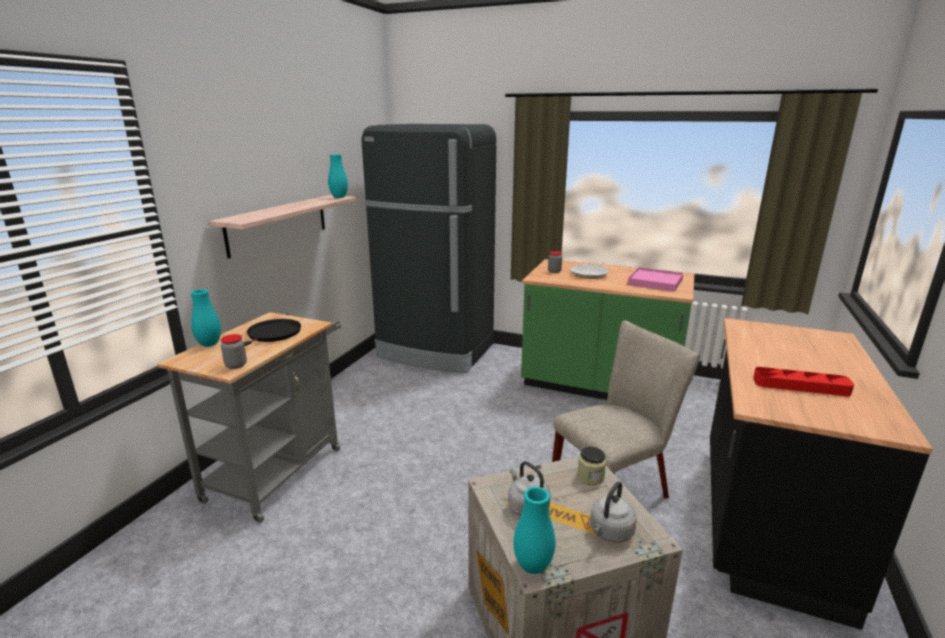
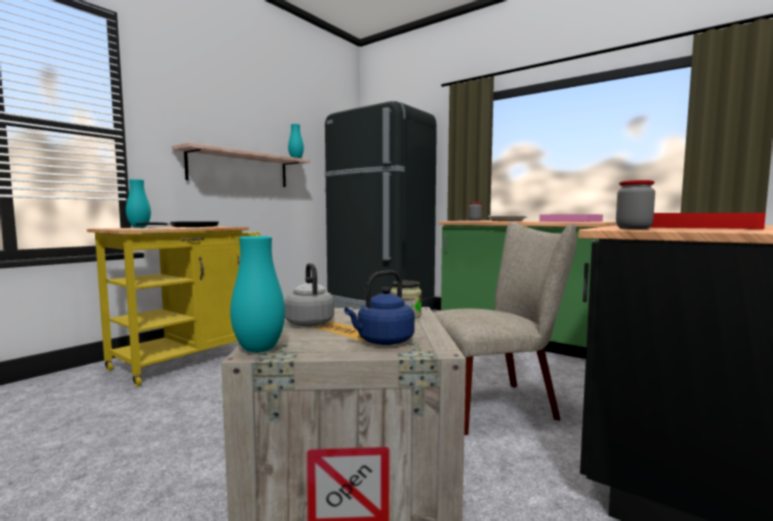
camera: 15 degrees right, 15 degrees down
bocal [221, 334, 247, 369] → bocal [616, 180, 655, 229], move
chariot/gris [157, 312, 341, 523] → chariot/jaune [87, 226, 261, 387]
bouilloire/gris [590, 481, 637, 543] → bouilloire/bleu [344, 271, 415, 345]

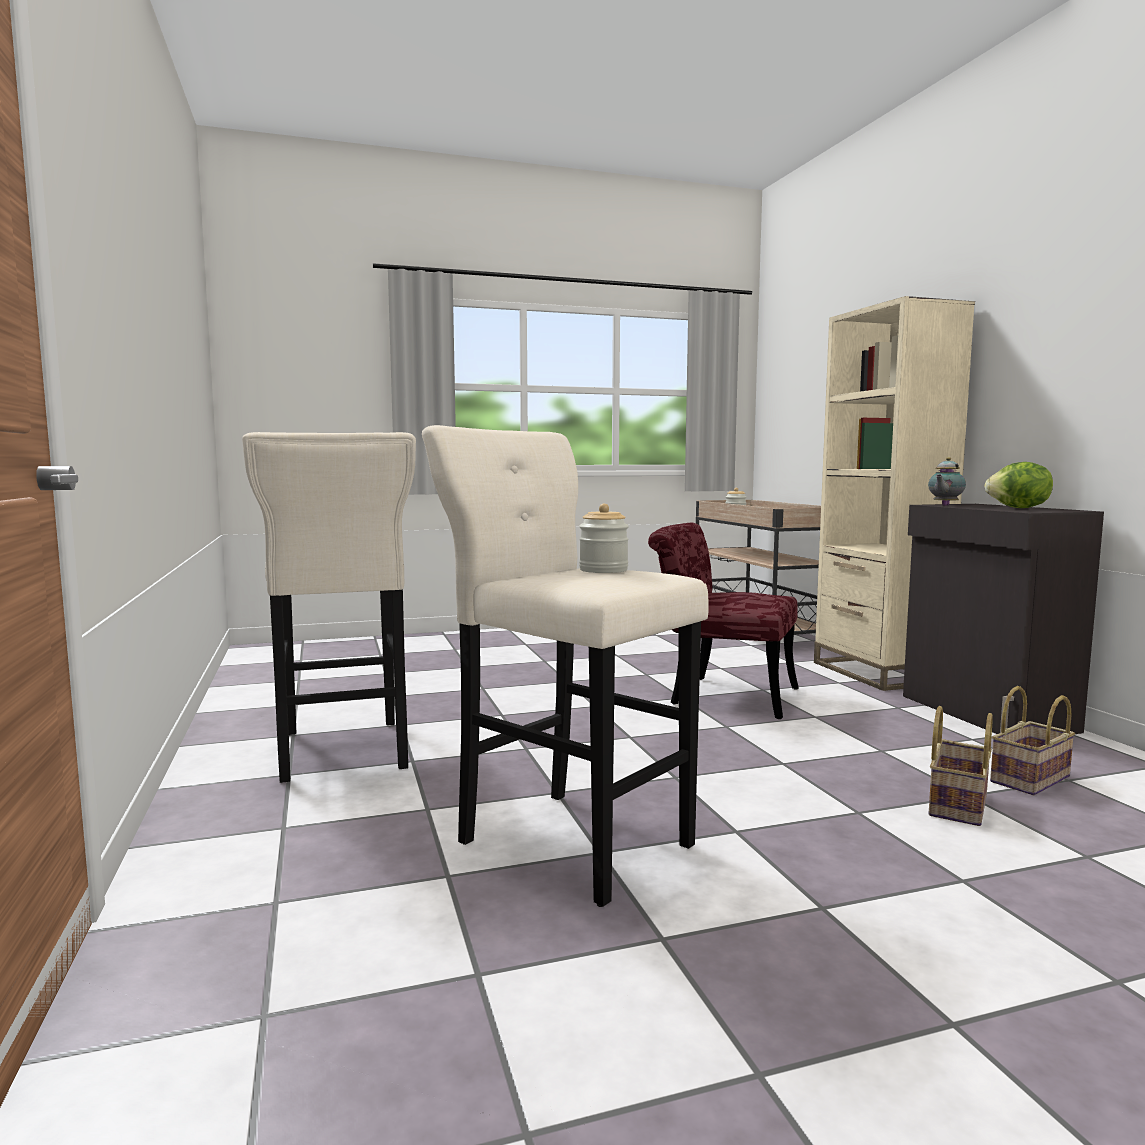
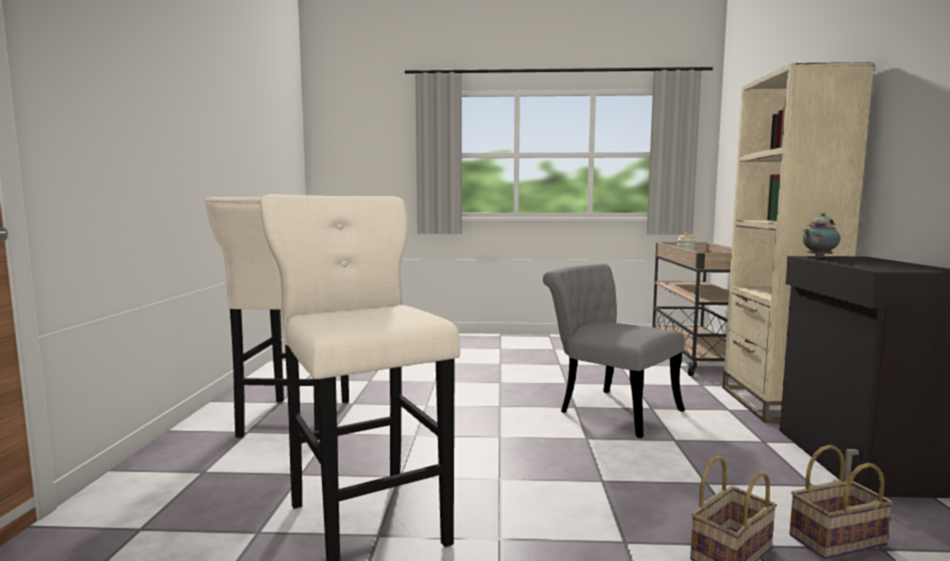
camera: 20 degrees right, 0 degrees up
bocal [579, 504, 629, 573] → -
laitue [984, 462, 1053, 508] → -
chaise/rouge [648, 523, 799, 719] → chaise/gris [543, 263, 685, 438]

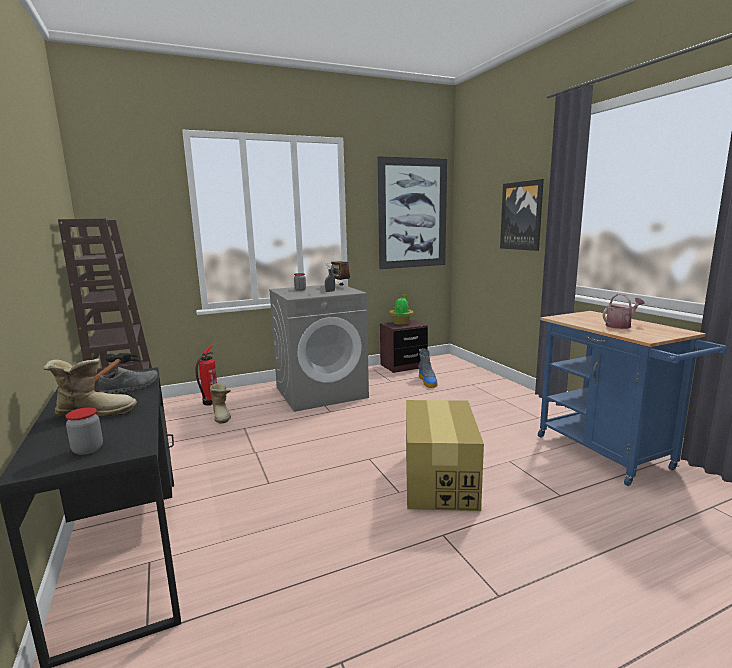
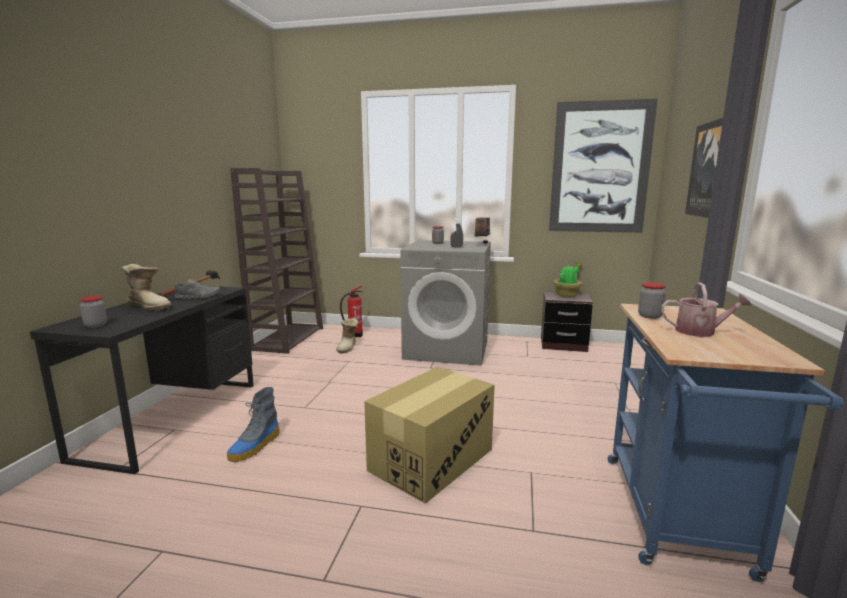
camera: 35 degrees right, 0 degrees up
- → bocal [638, 283, 666, 319]
botte [418, 349, 437, 388] → botte [227, 387, 280, 462], move

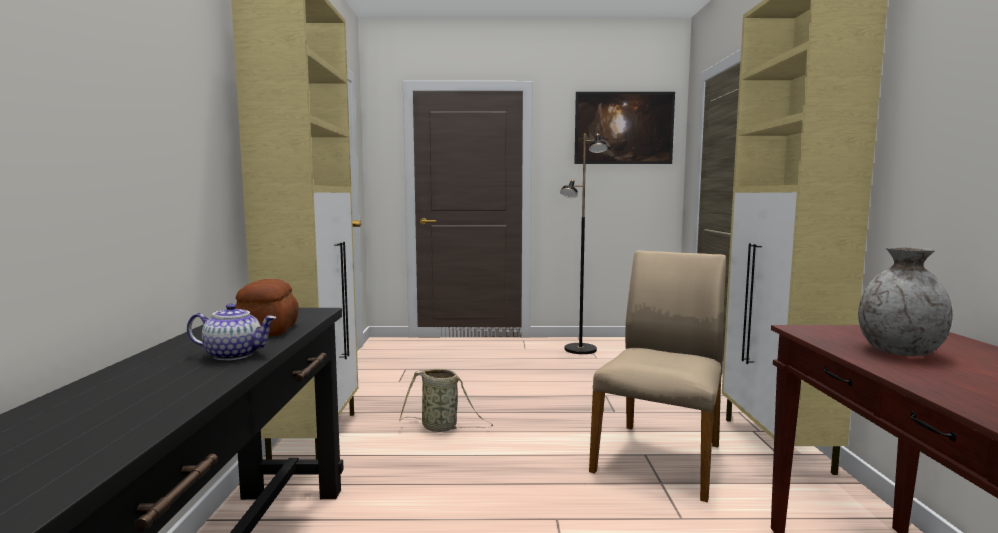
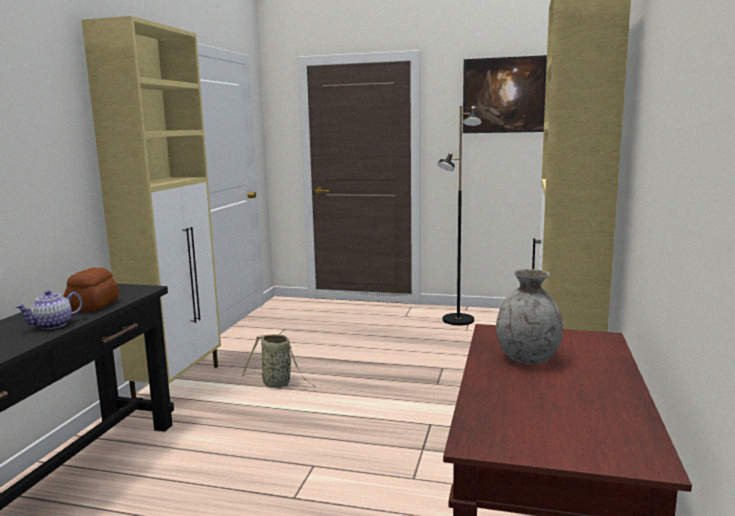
camera: 15 degrees right, 5 degrees up
chaise/beige [589, 250, 726, 502] → -
théière [187, 303, 276, 361] → théière [15, 290, 83, 329], 120 degrees clockwise

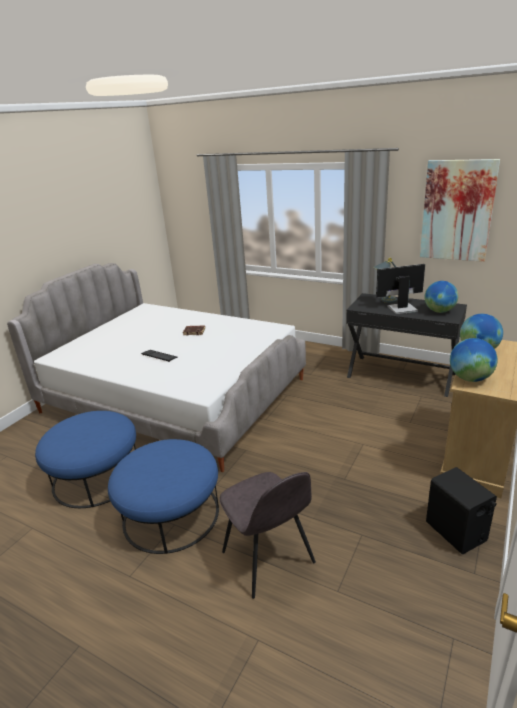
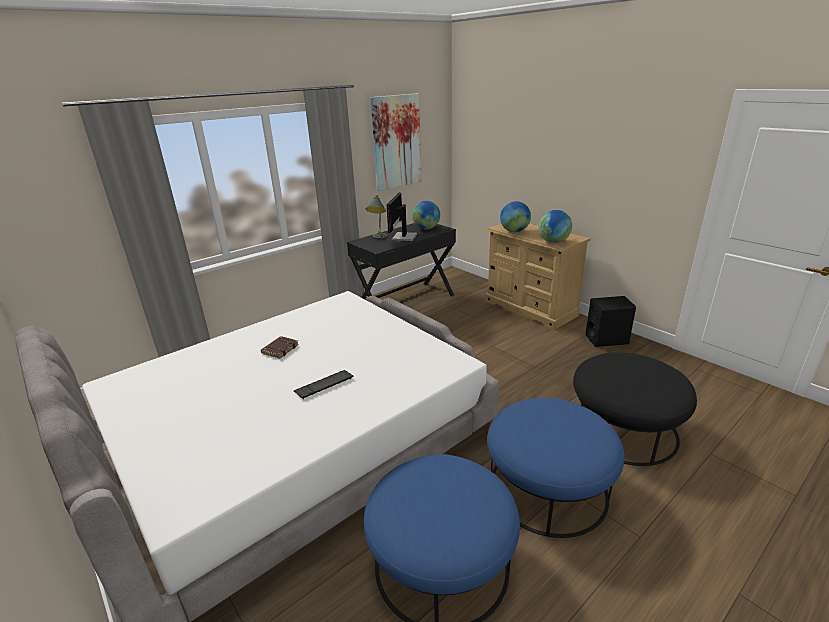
camera: 70 degrees left, 0 degrees up
chaise/gris [220, 472, 316, 599] → pouf/noir [573, 352, 697, 466]

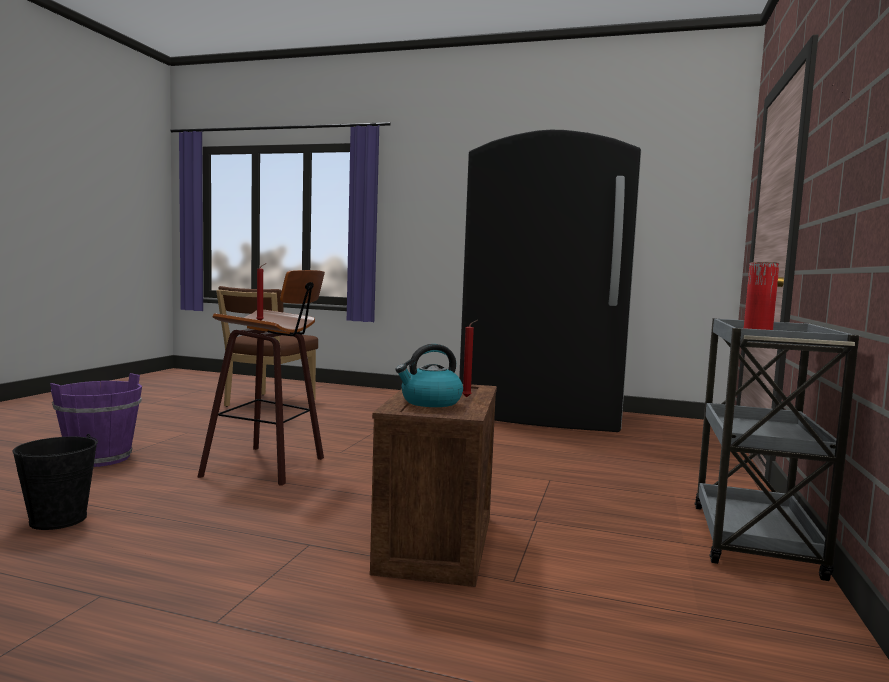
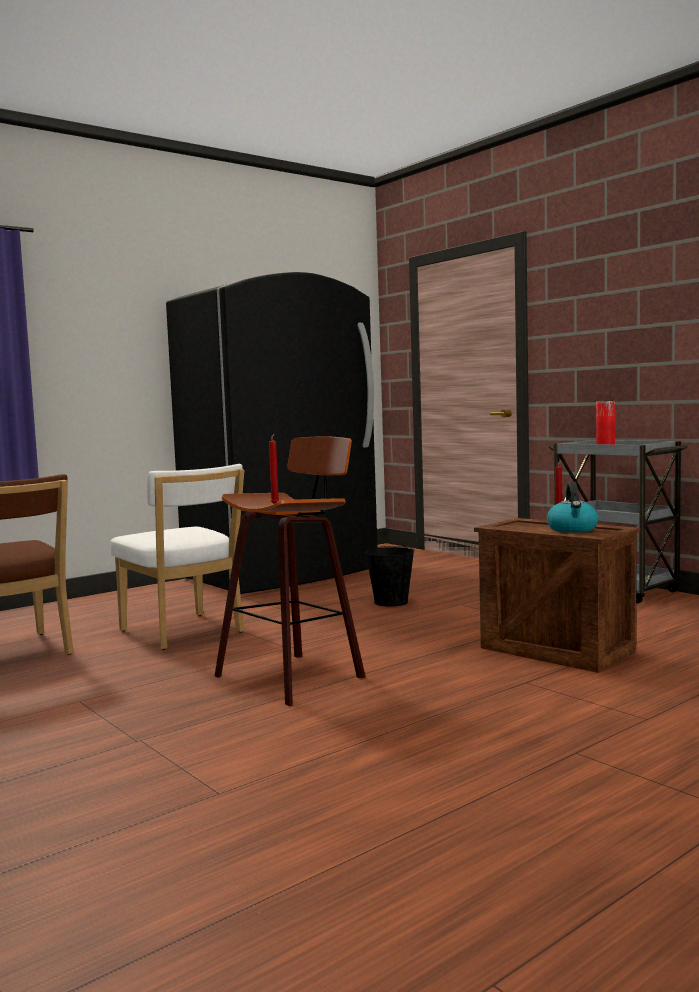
camera: 55 degrees left, 0 degrees up
seau/violet [50, 373, 142, 467] → -
- → chaise/blanc [110, 464, 244, 650]
seau/noir [12, 434, 98, 530] → seau/noir [365, 546, 414, 606], move

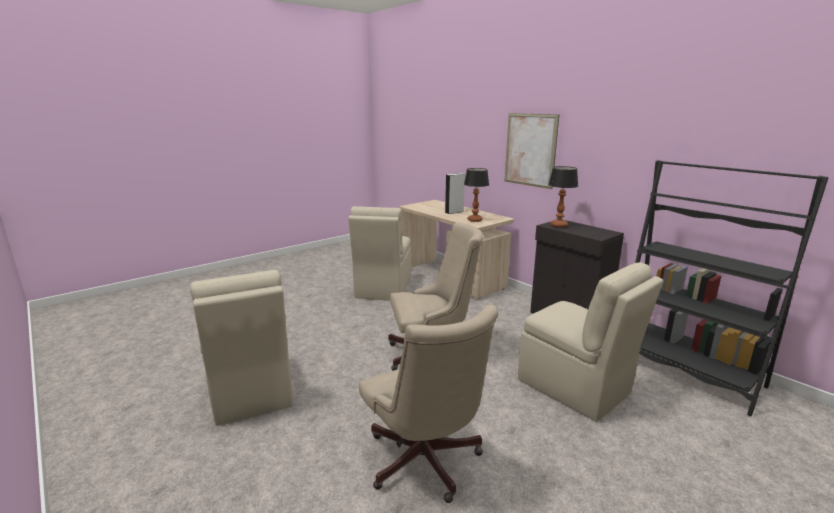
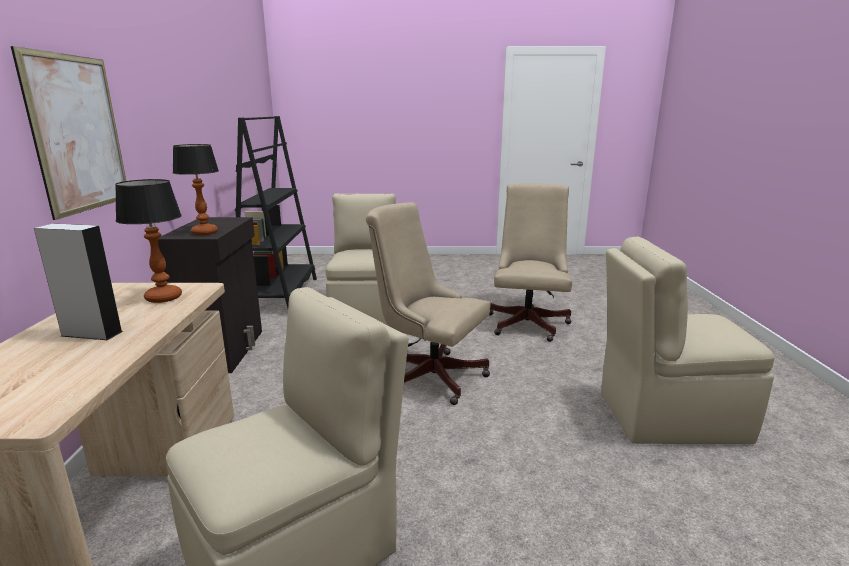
camera: 140 degrees left, 0 degrees up
chaise/beige [190, 270, 293, 426] → chaise/beige [601, 237, 775, 444], 105 degrees counterclockwise

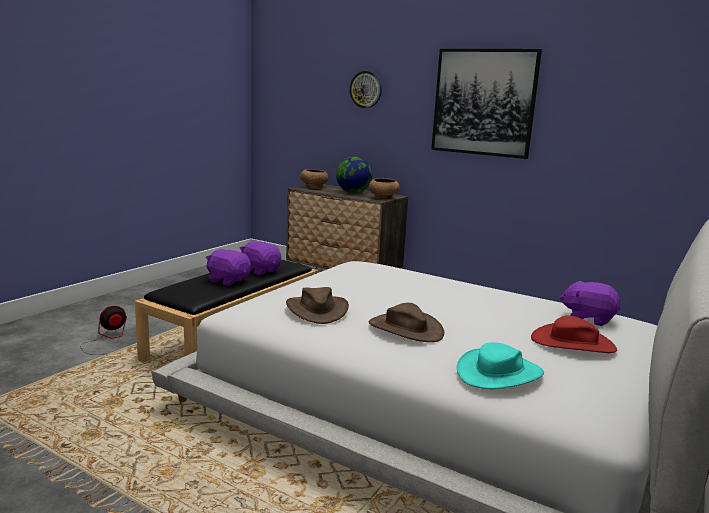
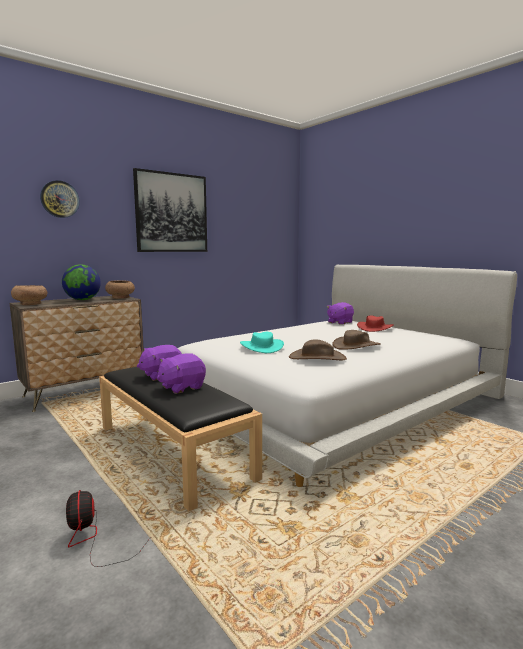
camera: 70 degrees left, 5 degrees down
chapeau/turquoise [457, 342, 544, 389] → chapeau/turquoise [240, 332, 284, 353], move

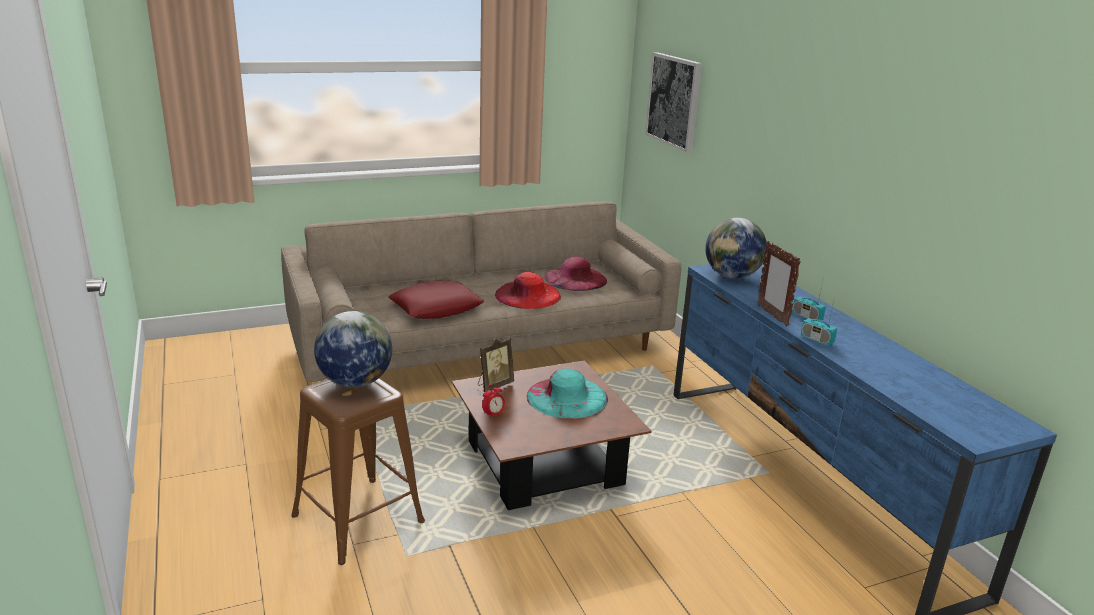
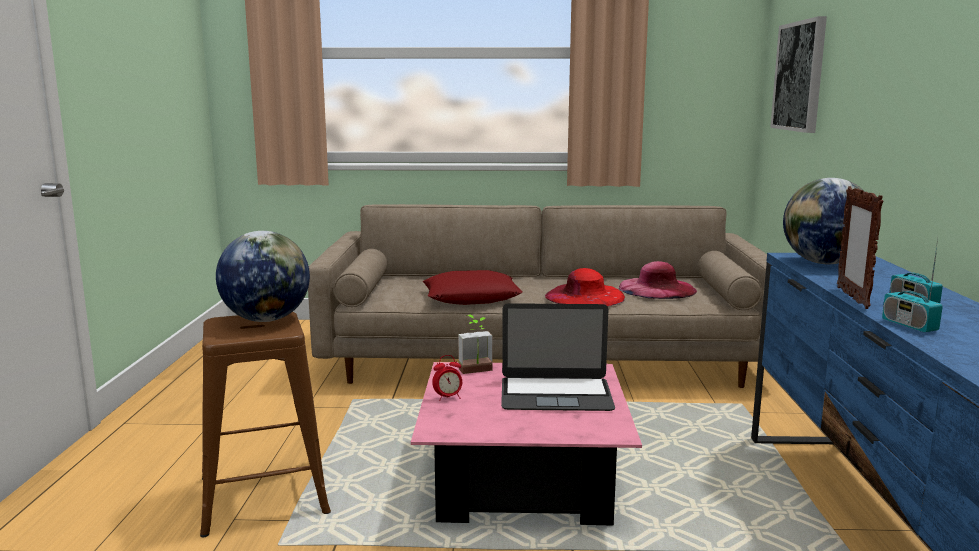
camera: 25 degrees right, 10 degrees down
cadre photo [478, 338, 514, 392] → plante en pot [458, 315, 493, 374]
chapeau/turquoise [527, 368, 608, 419] → ordinateur portable [501, 303, 615, 411]
table basse/marron [452, 360, 652, 510] → table basse/rose [411, 362, 642, 525]

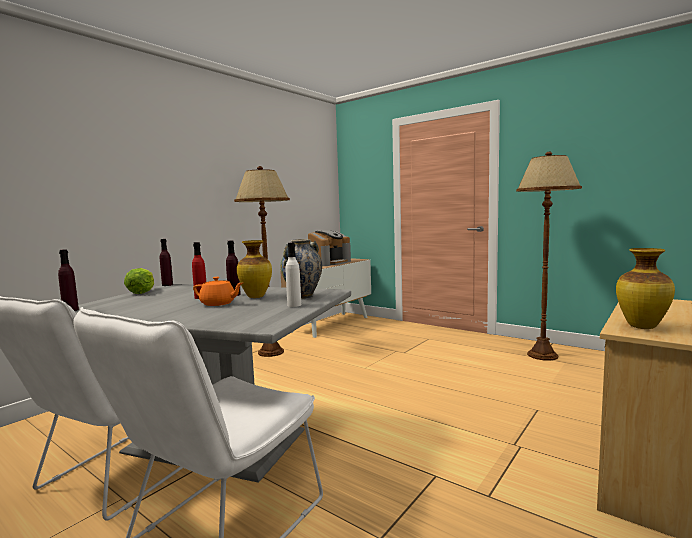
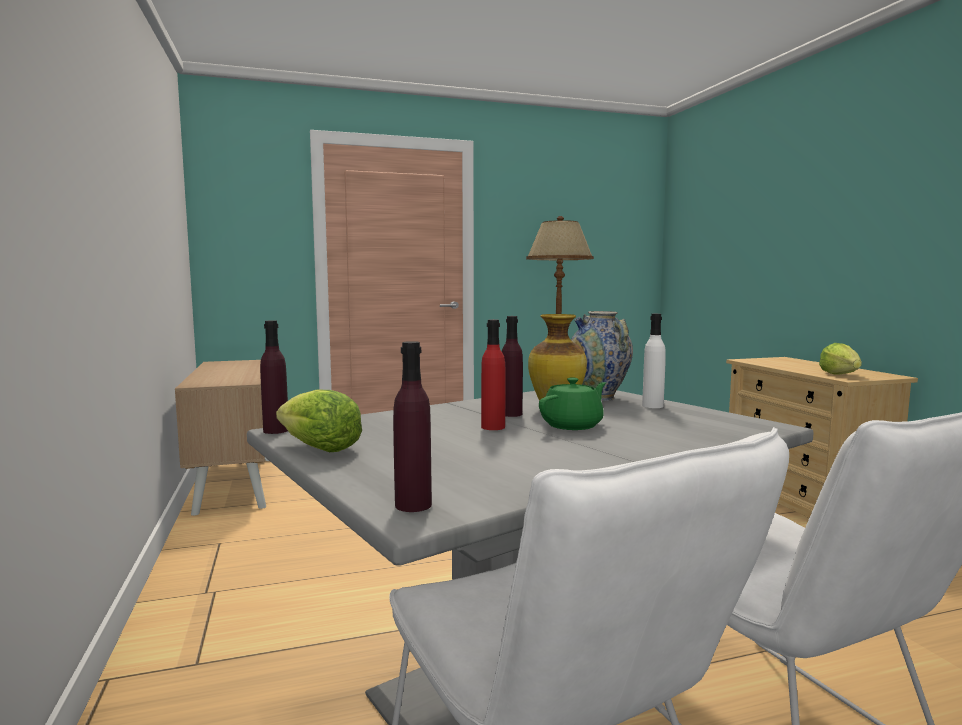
camera: 55 degrees left, 0 degrees up
lampadaire/marron [234, 166, 290, 357] → -
machine à café [308, 230, 351, 266] → -
vase [616, 248, 675, 329] → laitue [819, 343, 862, 375]
théière/orange [193, 277, 243, 306] → théière/vert [539, 378, 606, 430]

